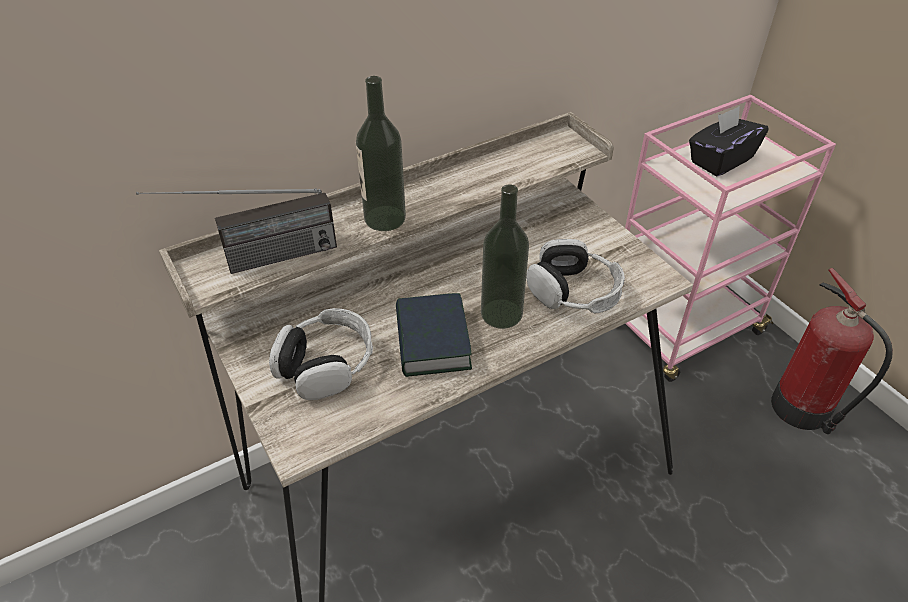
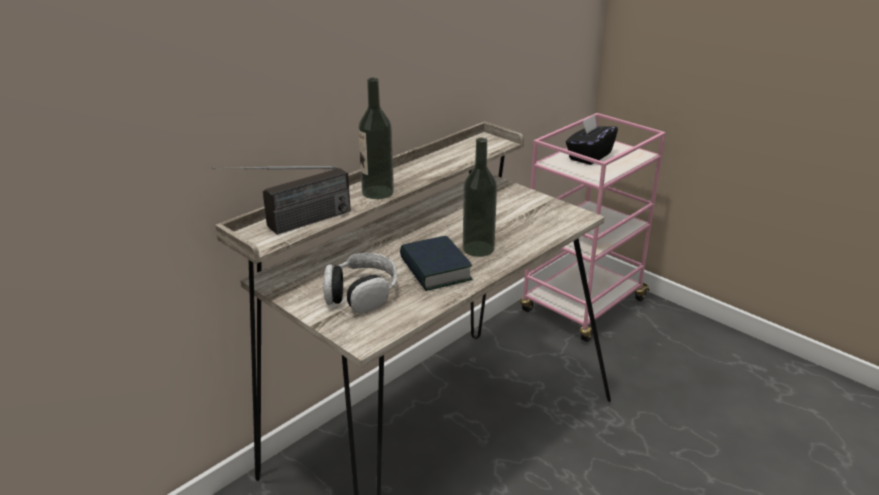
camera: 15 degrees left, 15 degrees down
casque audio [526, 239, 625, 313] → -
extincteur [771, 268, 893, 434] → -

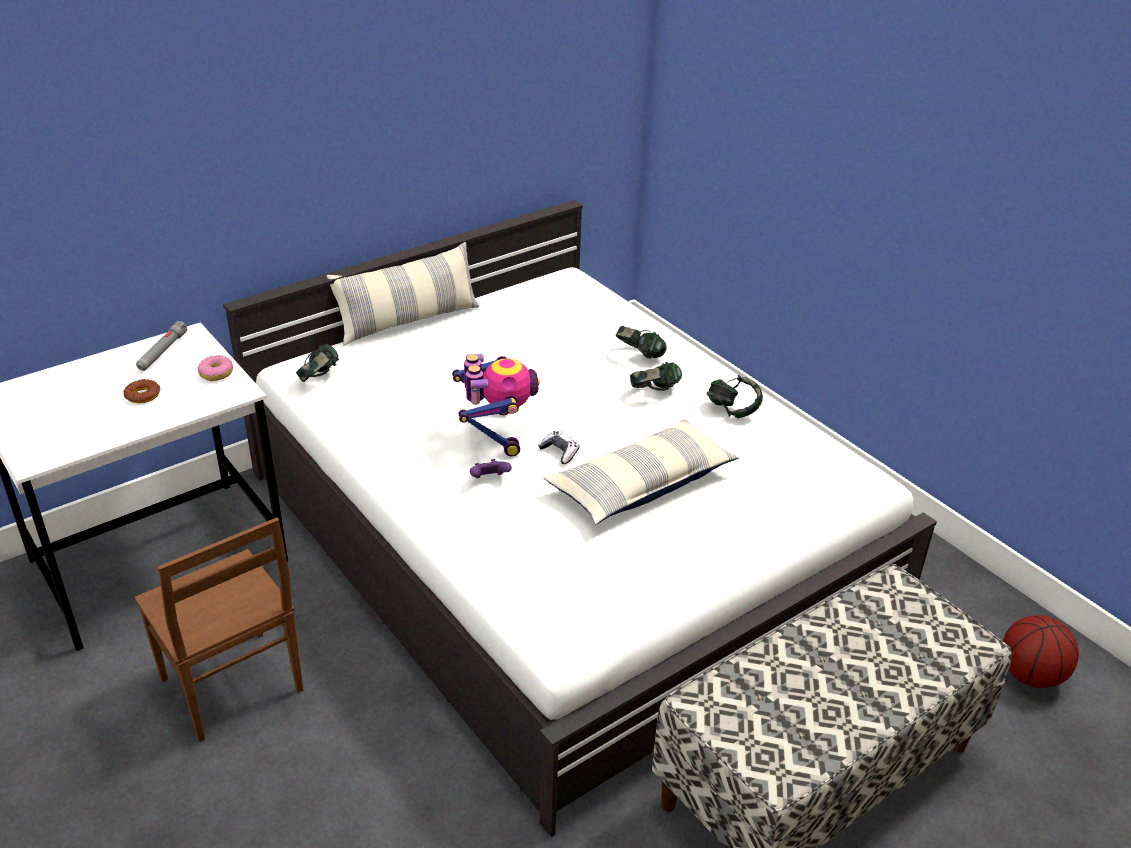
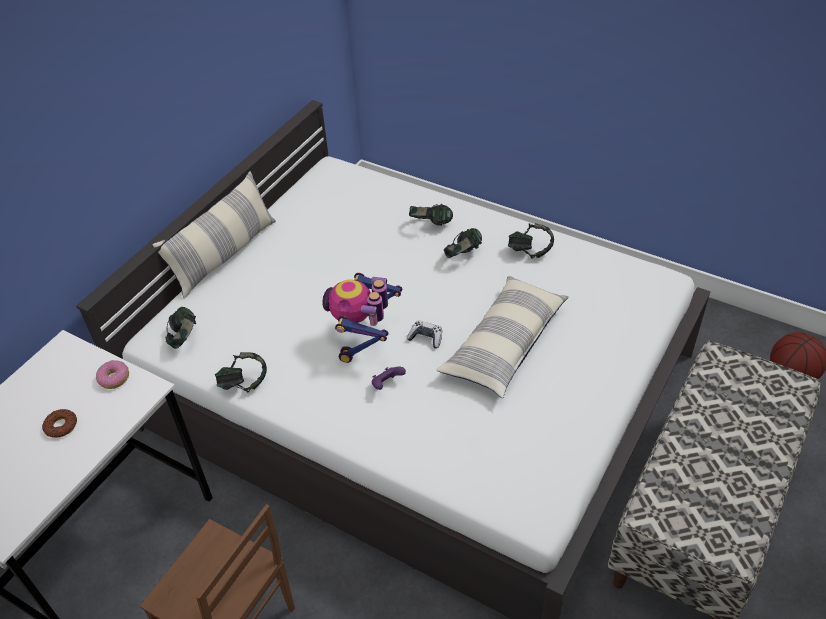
camera: 20 degrees left, 10 degrees up
lampe de poche/gris [136, 321, 187, 371] → -
- → casque audio [215, 352, 267, 392]
robot jouet [452, 354, 540, 456] → robot jouet [322, 273, 402, 363], 135 degrees counterclockwise

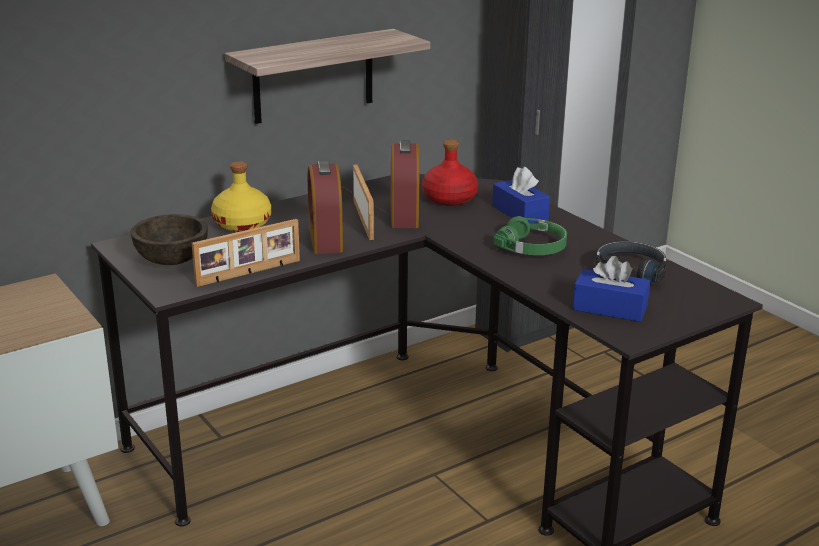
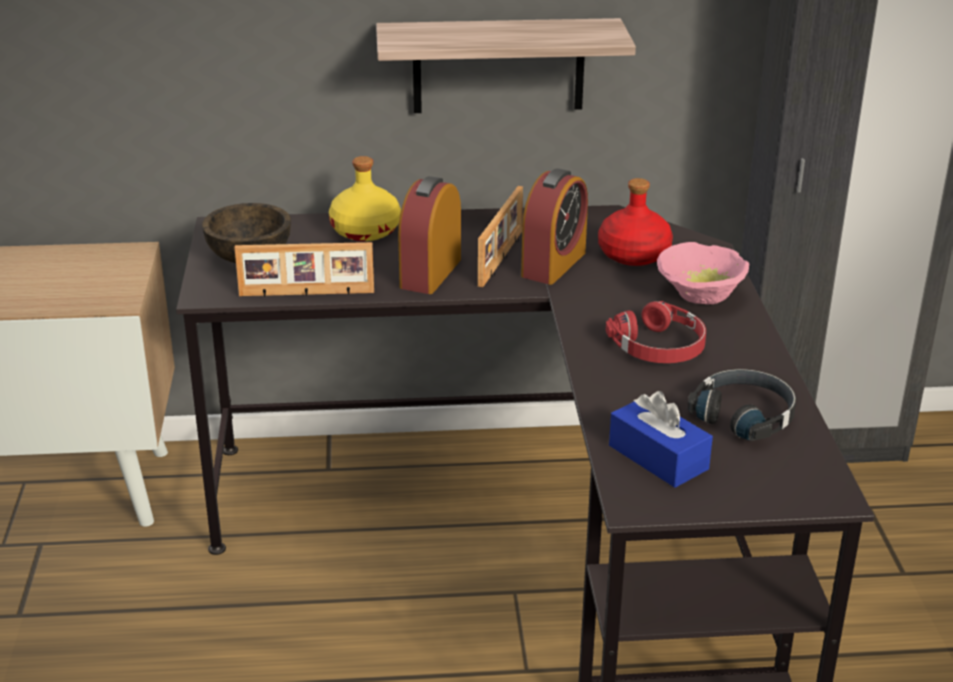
camera: 30 degrees right, 5 degrees up
boîte à mouchoirs/bleu [492, 167, 550, 224] → bol/rose [657, 242, 750, 305]
casque audio/vert [493, 216, 567, 255] → casque audio/rouge [606, 301, 706, 363]

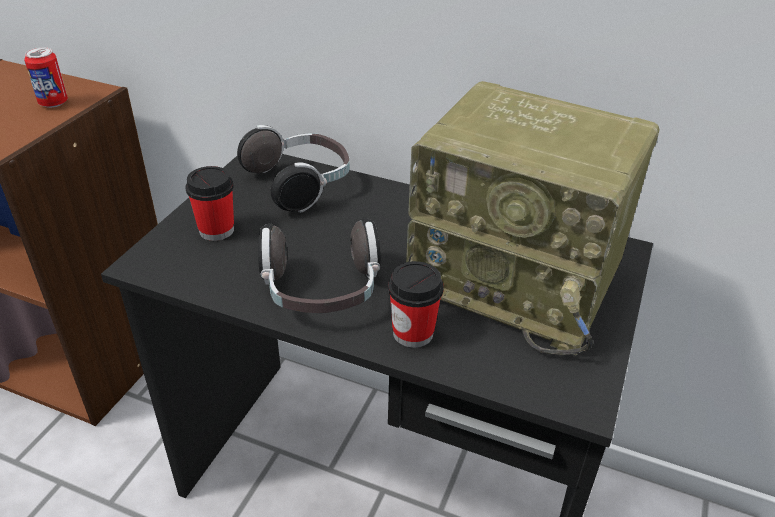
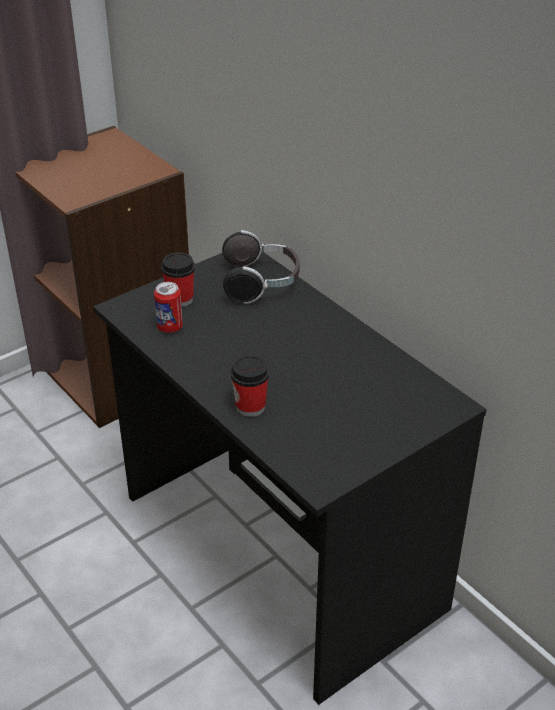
camera: 30 degrees right, 0 degrees up
casque audio [258, 218, 381, 313] → -
radio [406, 81, 660, 356] → -
boîte métallique [24, 47, 68, 108] → boîte métallique [154, 282, 183, 333], move

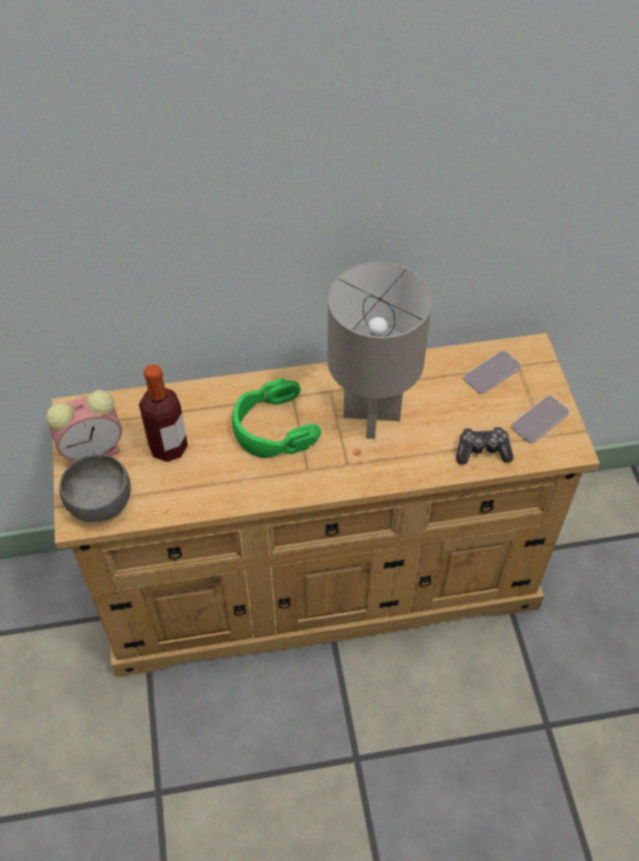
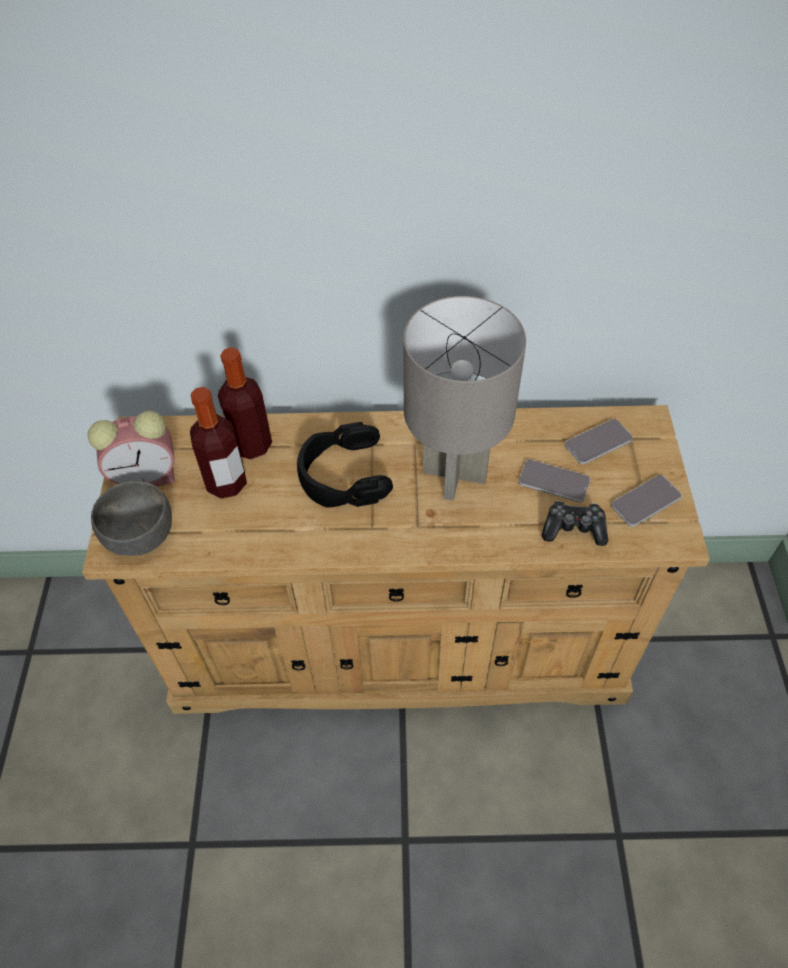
camera: 10 degrees right, 0 degrees up
- → bouteille [218, 347, 272, 460]
- → téléphone [519, 459, 590, 502]
casque audio/vert [232, 378, 321, 458] → casque audio/noir [297, 422, 393, 507]

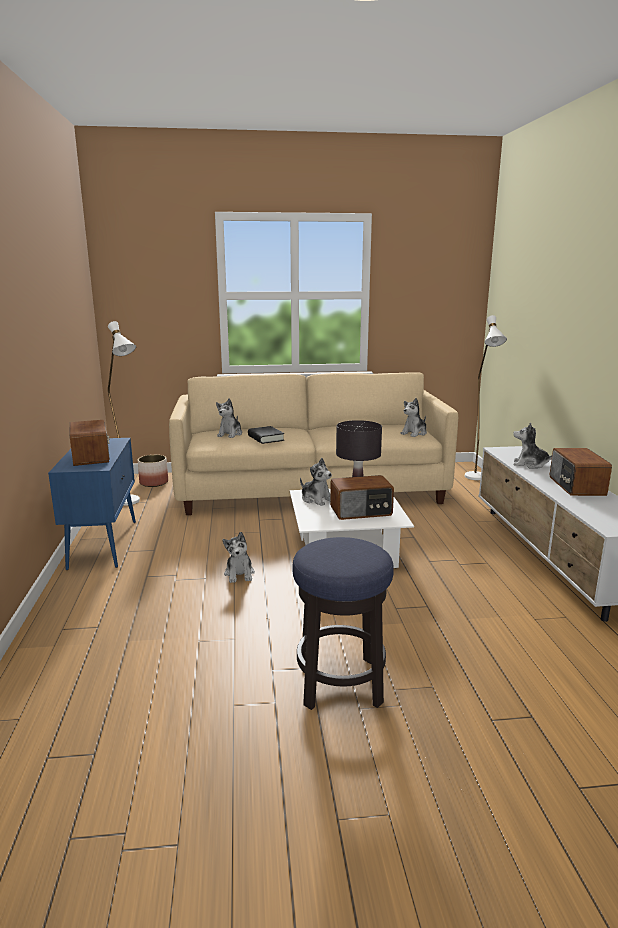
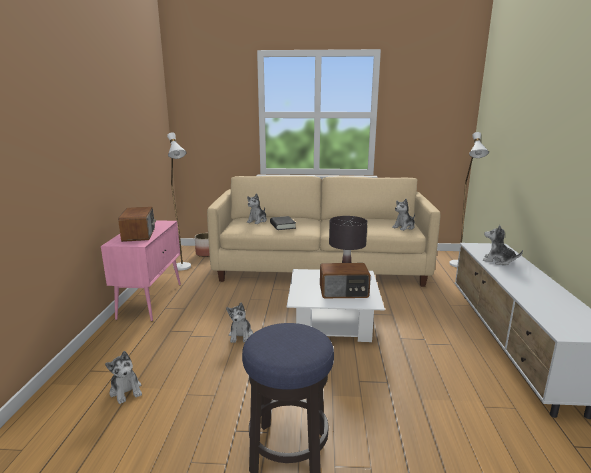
camera: 10 degrees right, 0 degrees up
radio [550, 448, 612, 496] → -
peluche [300, 458, 332, 506] → peluche [105, 351, 142, 404], move
meuble de rangement/bleu [48, 438, 136, 570] → meuble de rangement/rose [101, 220, 181, 321]

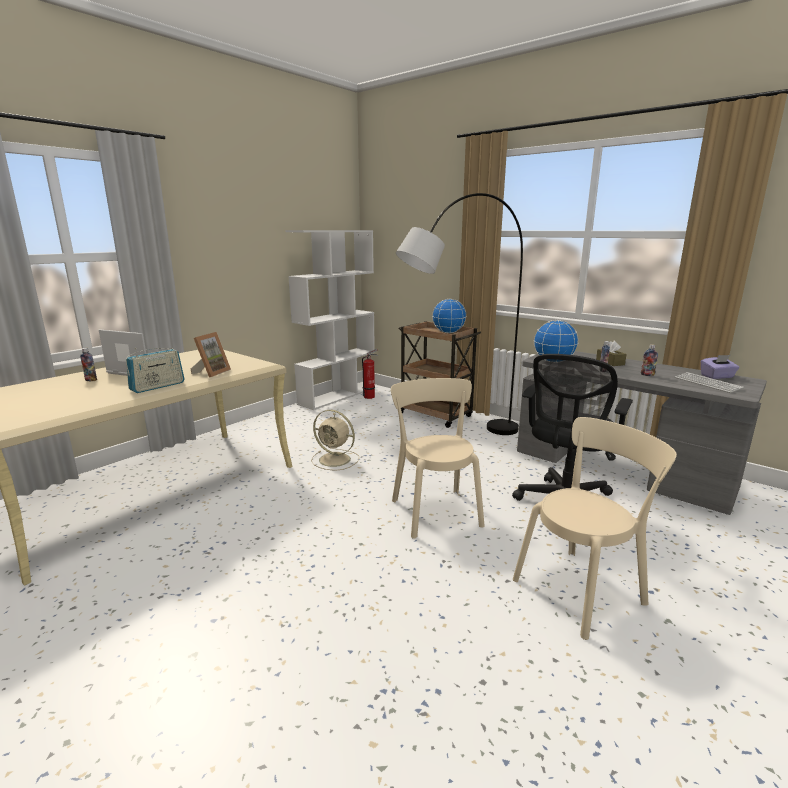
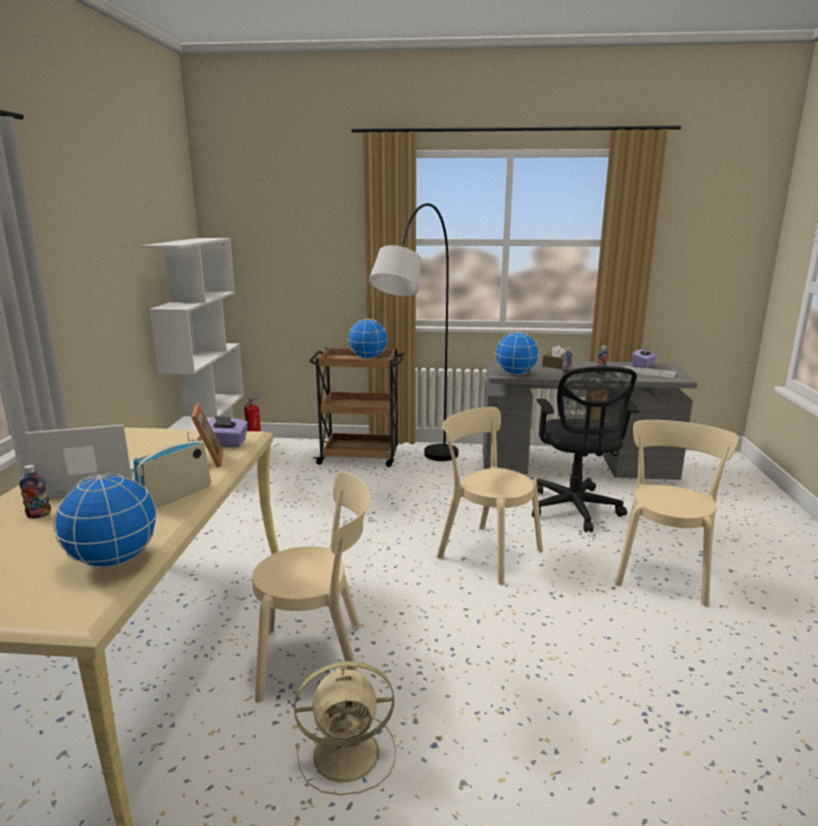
camera: 35 degrees left, 0 degrees up
- → globe [54, 473, 157, 568]
- → boîte à mouchoirs/violet [209, 416, 248, 447]
- → chaise/beige [252, 472, 371, 703]
ventilateur/beige [311, 410, 359, 471] → ventilateur/beige [294, 661, 396, 795], move
radio [126, 348, 184, 393] → radio [134, 432, 211, 509], 150 degrees counterclockwise

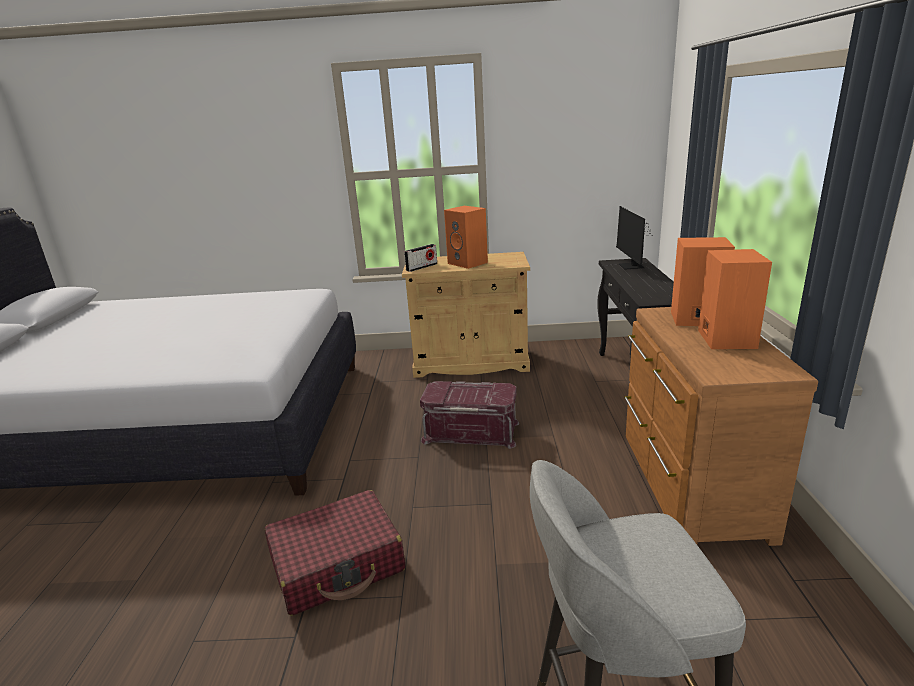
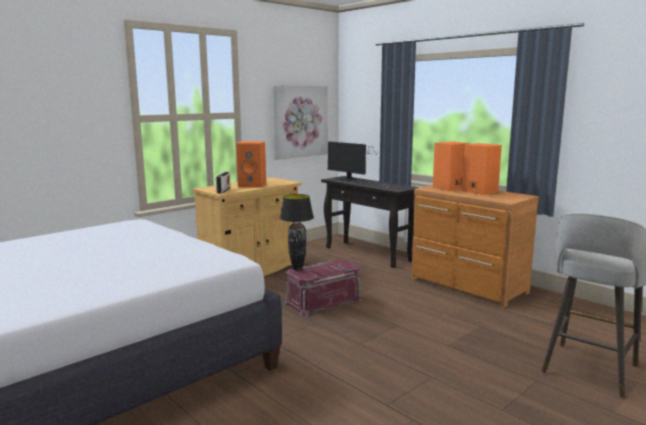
camera: 45 degrees left, 10 degrees down
valise/rouge [265, 490, 405, 616] → -
- → tableau [272, 85, 328, 160]
- → lampe de table/noir [280, 194, 314, 271]

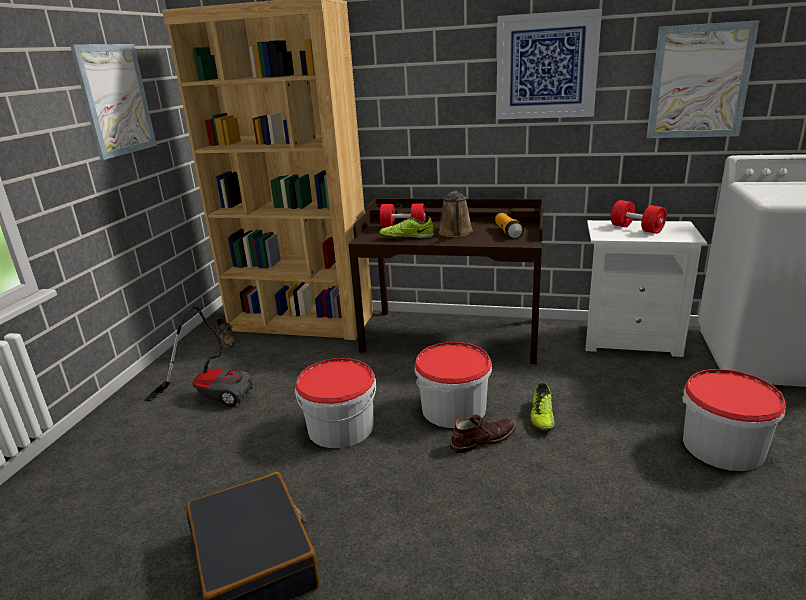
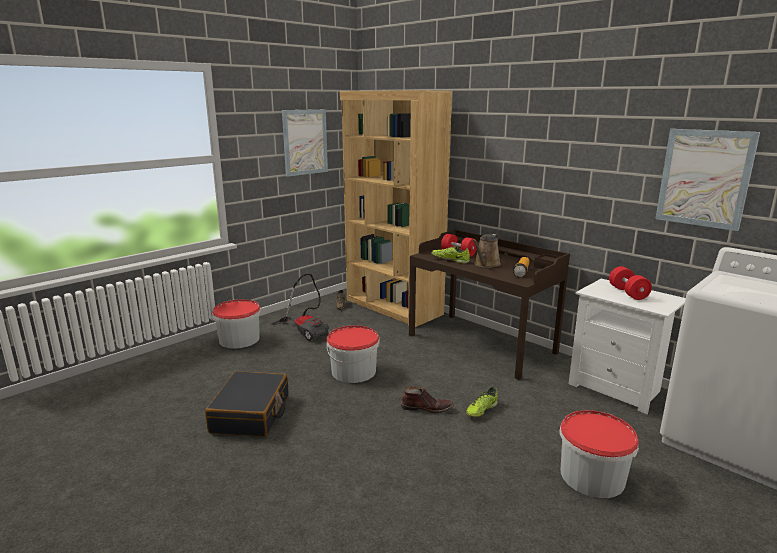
camera: 30 degrees right, 5 degrees down
tableau [496, 9, 602, 119] → -
seau [415, 342, 492, 428] → seau [212, 299, 261, 349], move

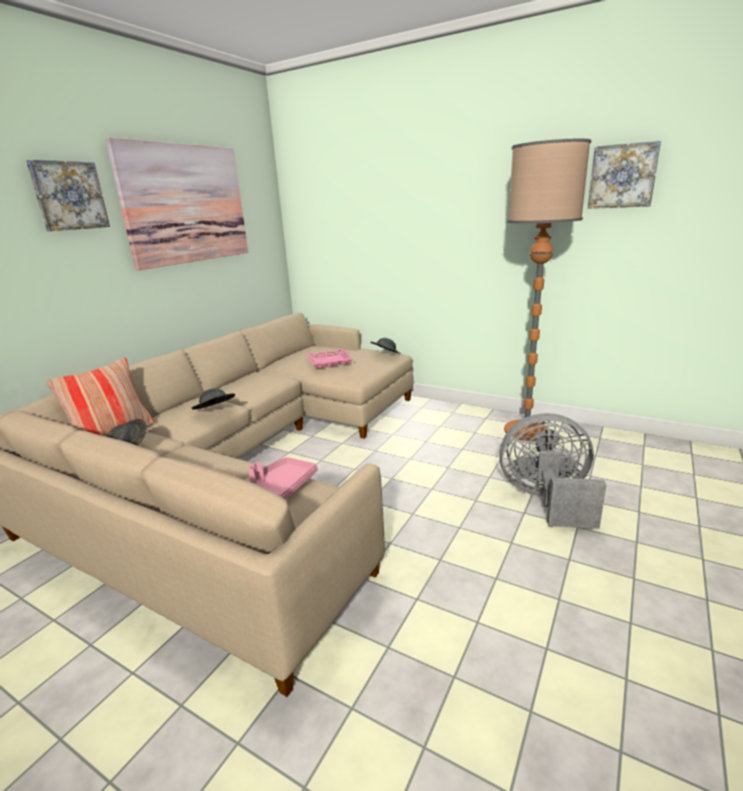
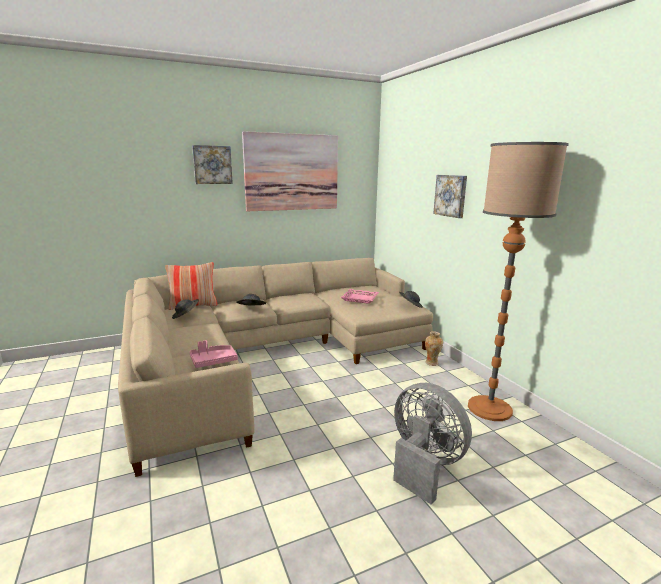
camera: 35 degrees right, 5 degrees down
- → vase [425, 331, 443, 366]
tableau [588, 141, 661, 209] → tableau [433, 175, 467, 218], move

